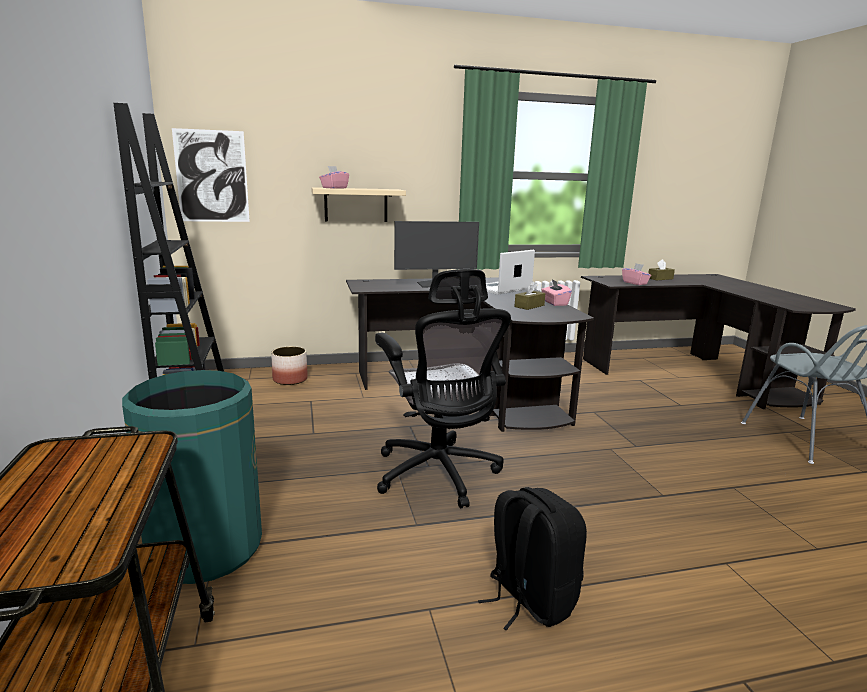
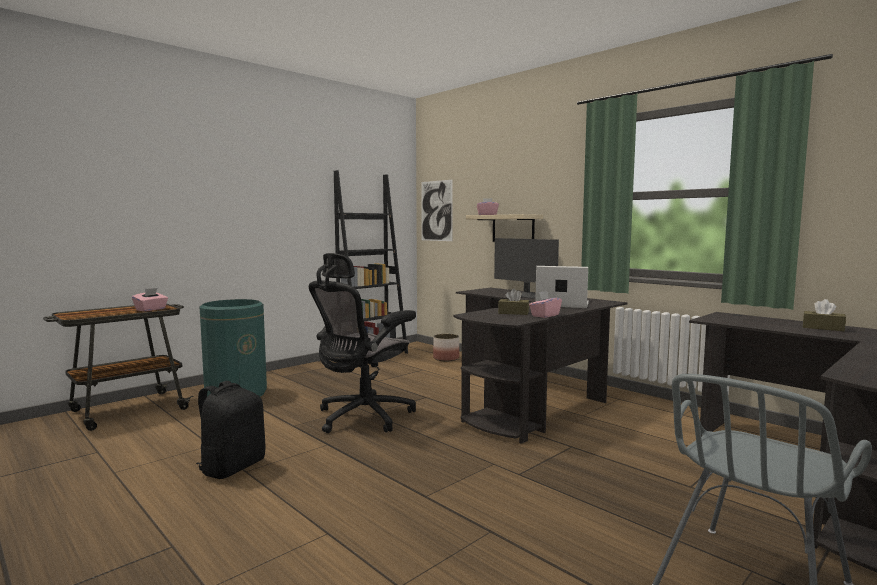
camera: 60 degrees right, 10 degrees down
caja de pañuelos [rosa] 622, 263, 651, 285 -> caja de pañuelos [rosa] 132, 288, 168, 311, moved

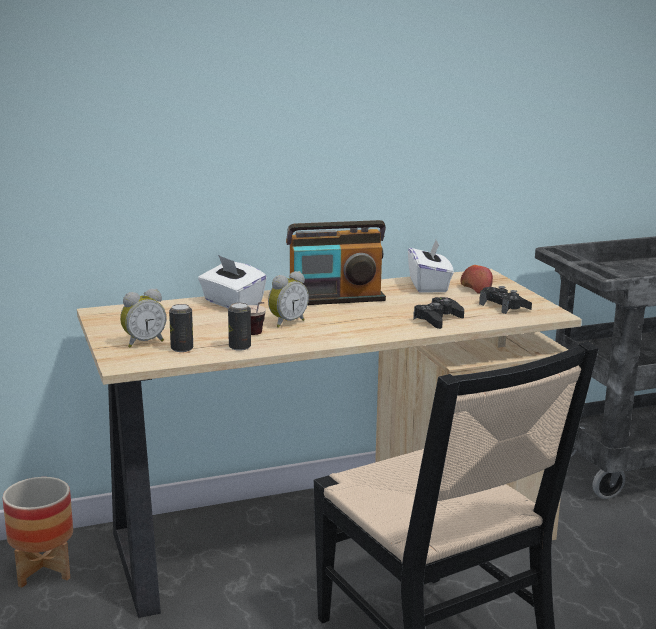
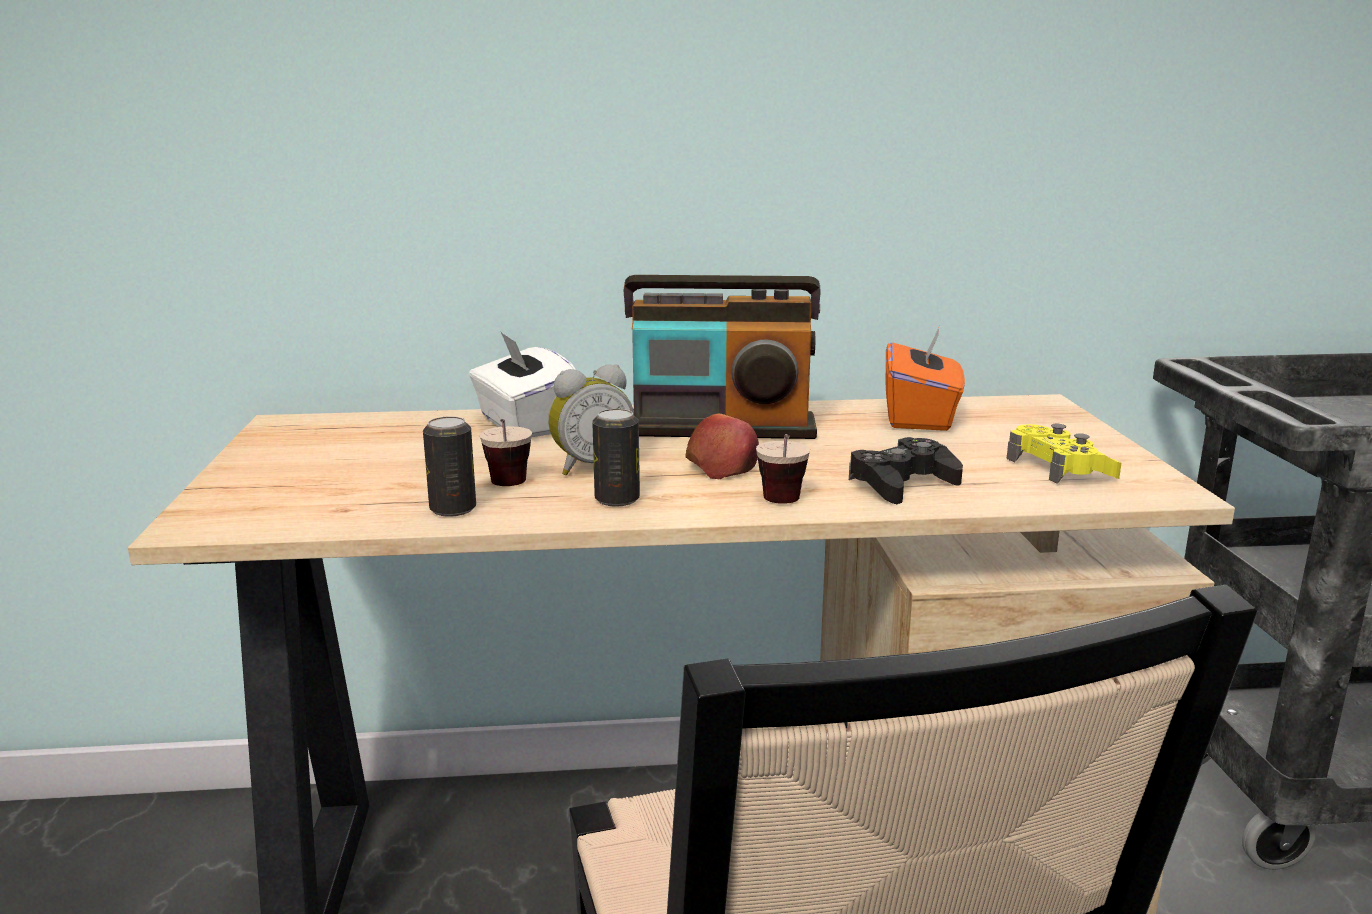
camera: 15 degrees right, 0 degrees up
maceta 3, 477, 73, 588 -> none
despertador 120, 289, 167, 348 -> none
lata 169, 304, 193, 352 -> lata 592, 409, 640, 506, moved
caja de pañuelos [blanco] 408, 240, 454, 293 -> caja de pañuelos [naranja] 886, 326, 965, 431
manzana 460, 265, 493, 293 -> manzana 686, 414, 759, 480, moved
mando de consola [negro] 479, 286, 532, 314 -> mando de consola [amarillo] 1007, 424, 1121, 484
none -> taza 756, 434, 810, 504

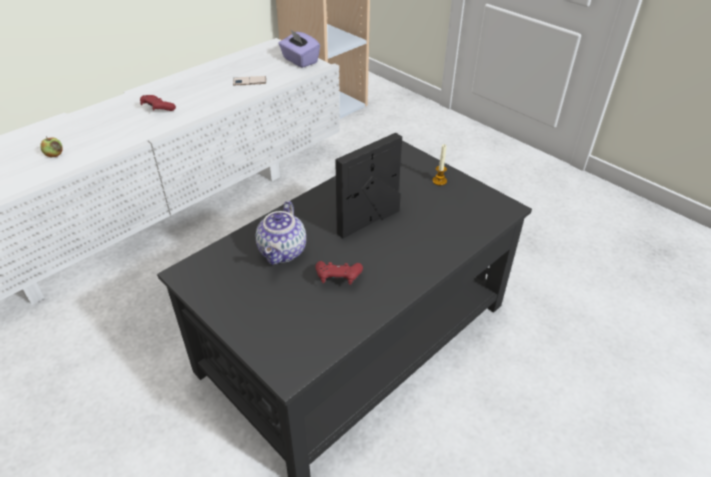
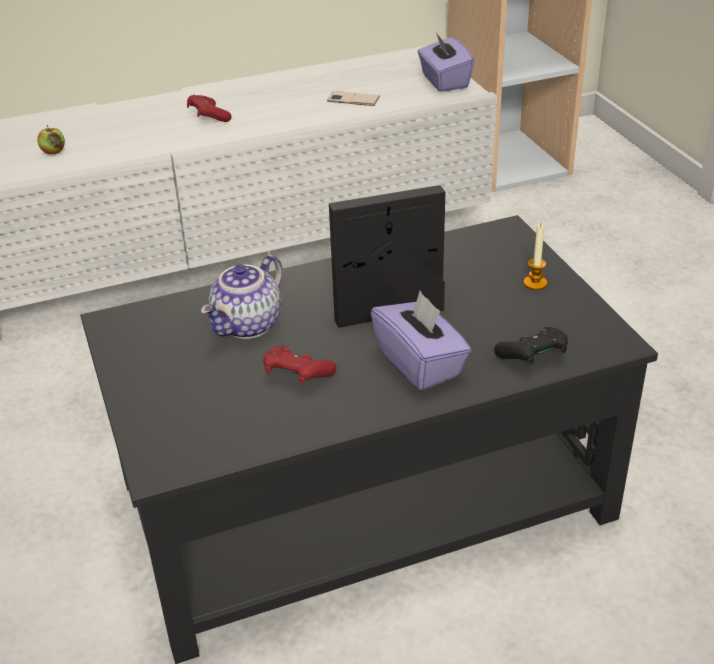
camera: 25 degrees right, 5 degrees down
none -> caja de pañuelos [morado] 371, 291, 471, 391
none -> mando de consola [negro] 494, 327, 568, 365

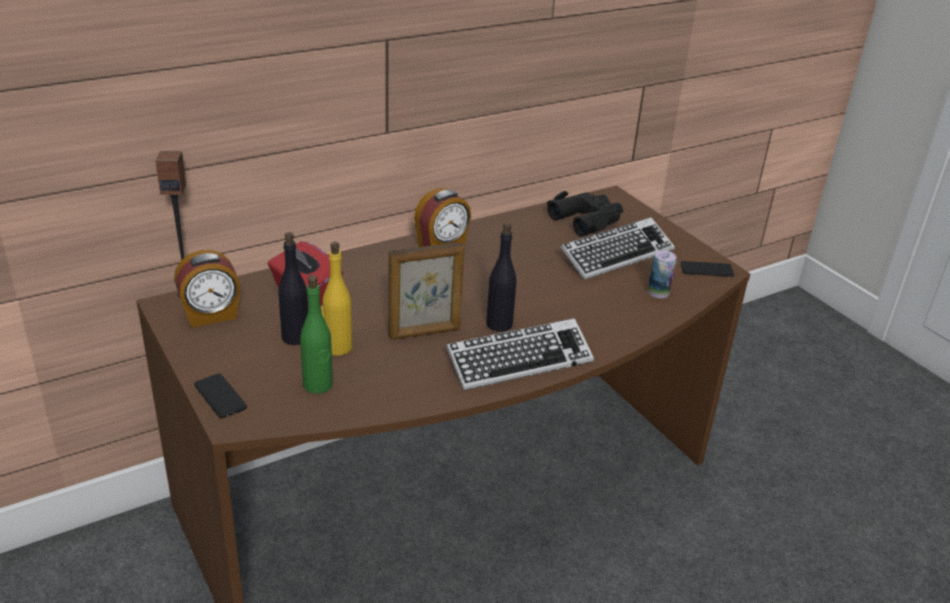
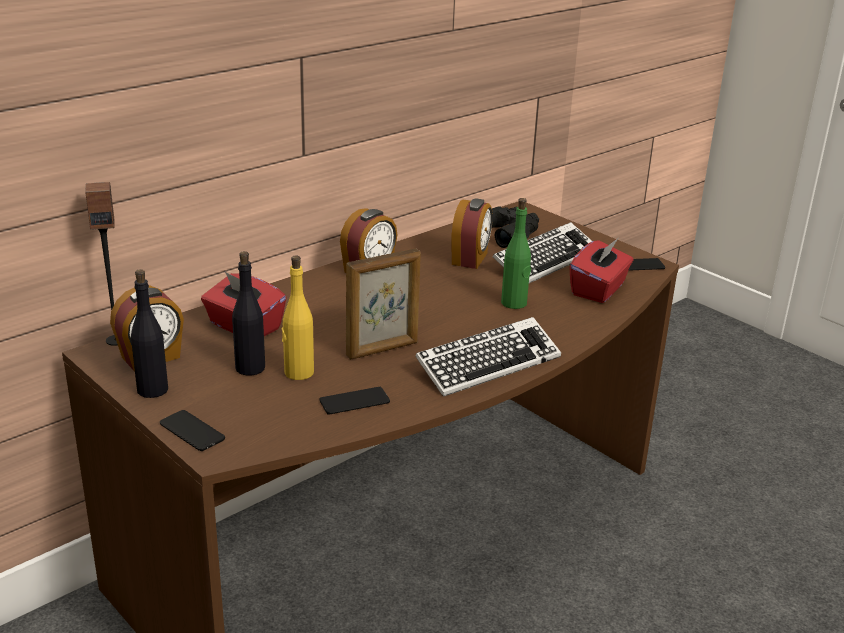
camera: 10 degrees left, 5 degrees down
botella [verde] 300, 275, 333, 393 -> botella [verde] 501, 198, 531, 309, moved
botella [negro] 486, 222, 516, 332 -> botella [negro] 131, 269, 168, 398, moved
lata 648, 250, 676, 298 -> caja de pañuelos [rojo] 569, 238, 634, 303
none -> móvil 320, 387, 390, 415
none -> despertador 452, 199, 493, 269

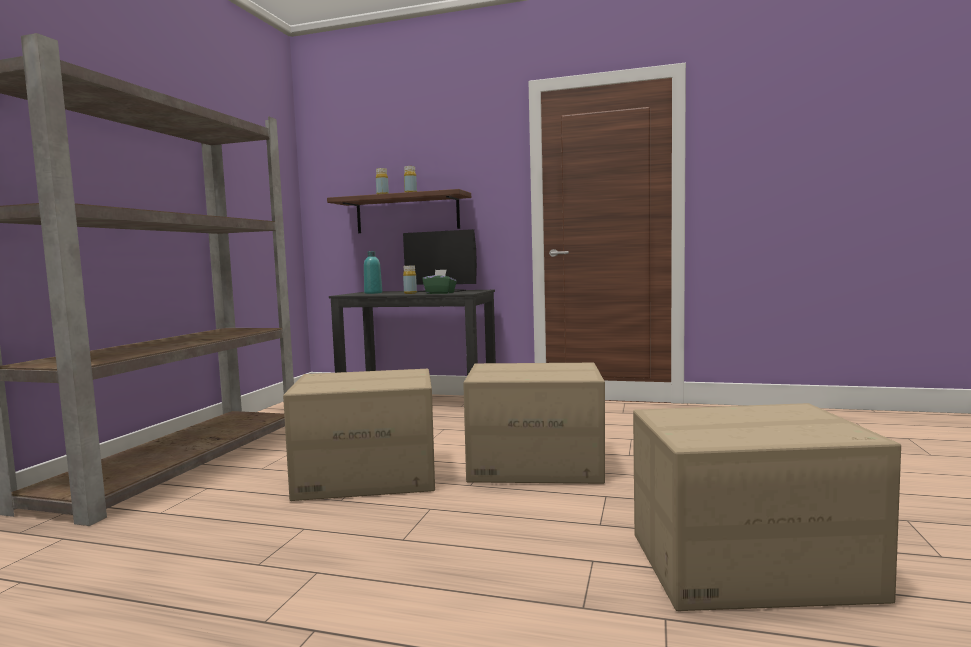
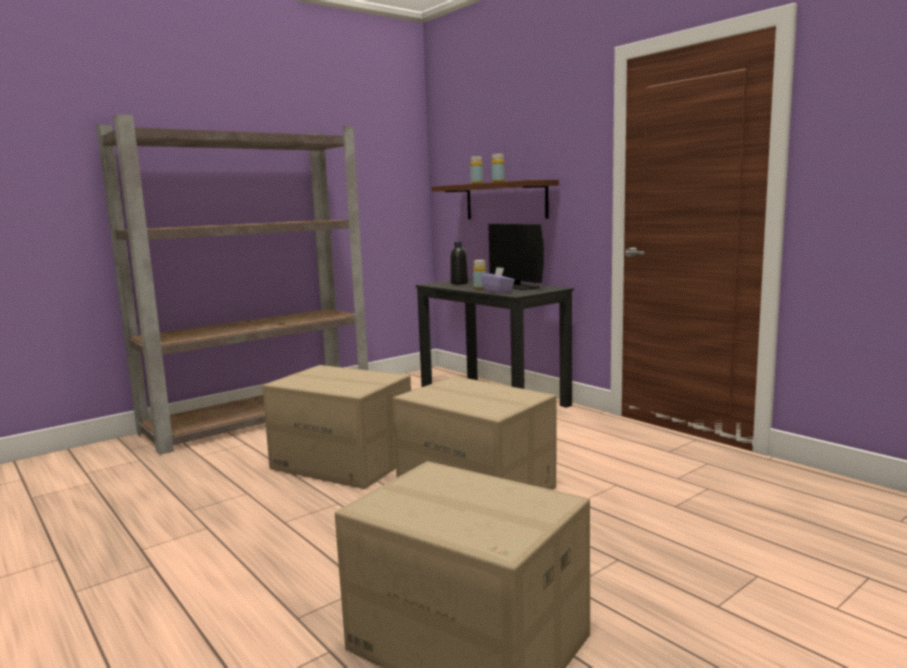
camera: 35 degrees right, 5 degrees up
botella [turquesa] 364, 251, 382, 294 -> botella [negro] 450, 242, 468, 285
caja de pañuelos [verde] 422, 269, 457, 294 -> caja de pañuelos [morado] 481, 267, 515, 293

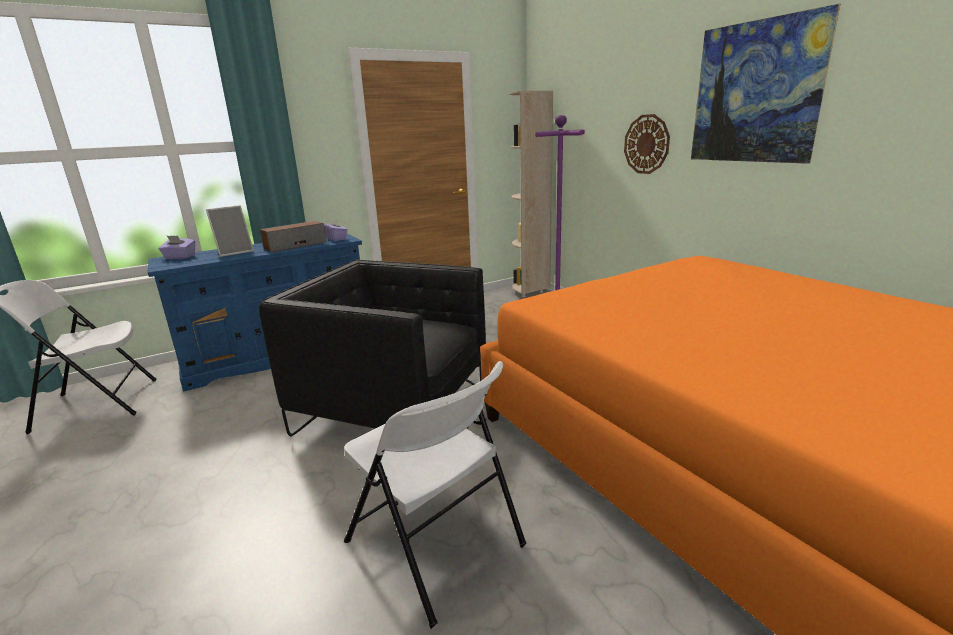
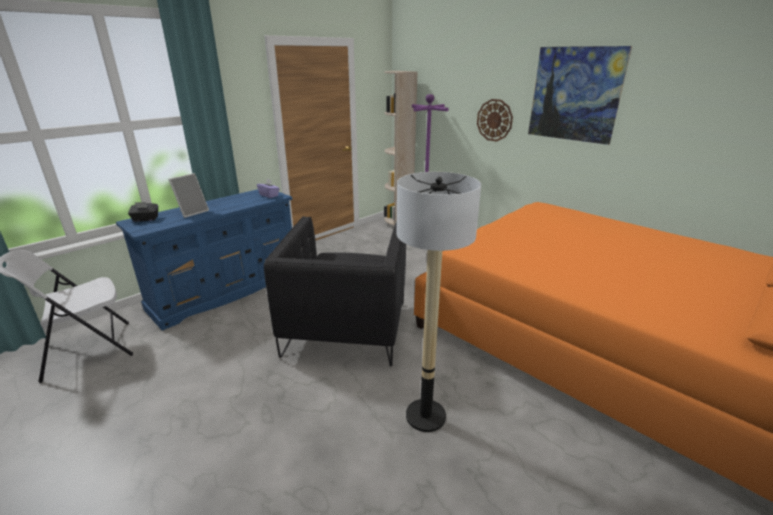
camera: 15 degrees left, 5 degrees up
caja de pañuelos [morado] 158, 236, 195, 259 -> caja de pañuelos [negro] 128, 202, 158, 222
sillón [negro] 259, 260, 486, 437 -> sillón [negro] 264, 216, 406, 367, 90 degrees counterclockwise
altavoz 260, 221, 327, 252 -> none
silla [blanco] 344, 361, 527, 629 -> lámpara de pie 397, 172, 481, 432

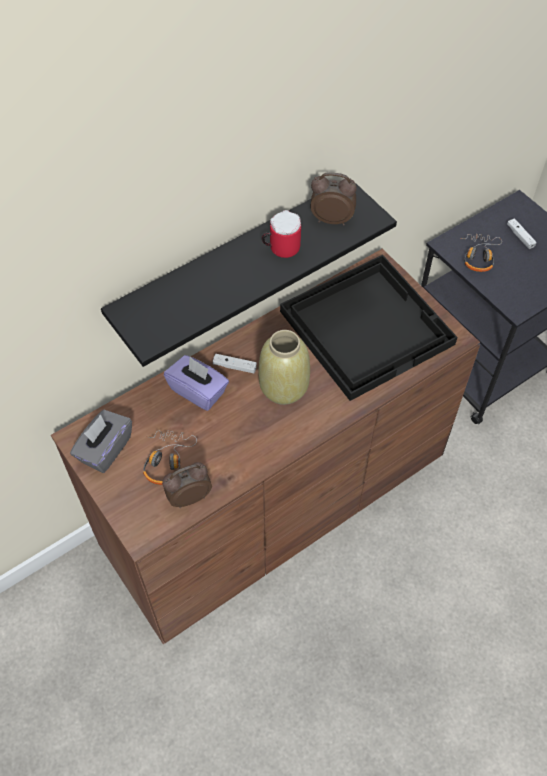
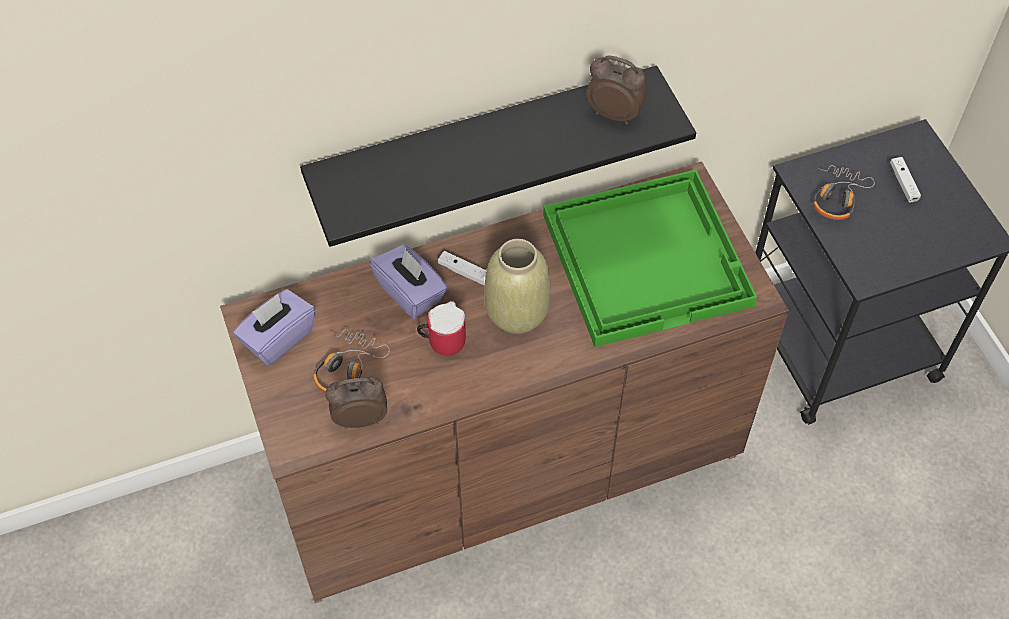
camera: 15 degrees right, 0 degrees up
caja de pañuelos [gris] 70, 410, 132, 473 -> caja de pañuelos [morado] 233, 289, 315, 366
taza grande 262, 210, 301, 258 -> taza grande 417, 301, 466, 356, moved
bandeja [negro] 280, 255, 458, 401 -> bandeja [verde] 543, 170, 757, 347

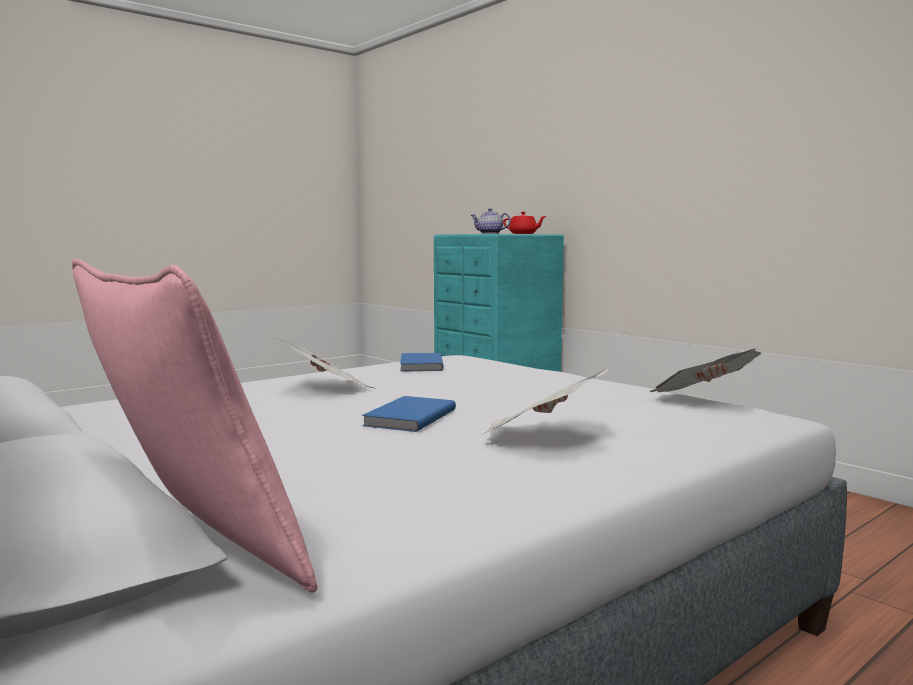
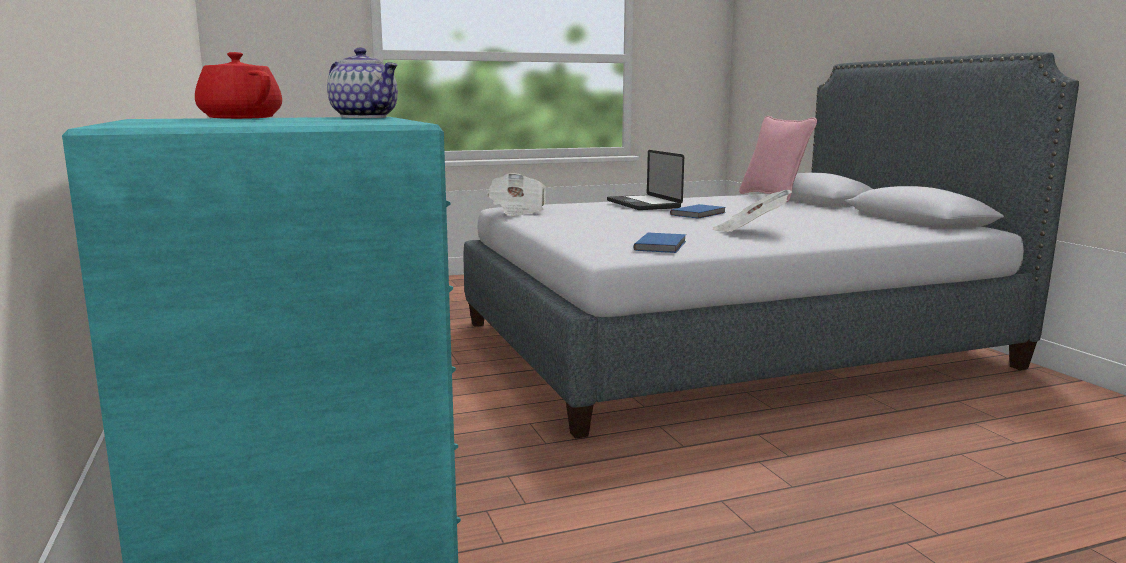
camera: 160 degrees left, 5 degrees up
periódico 484, 368, 609, 434 -> portátil 607, 150, 684, 210

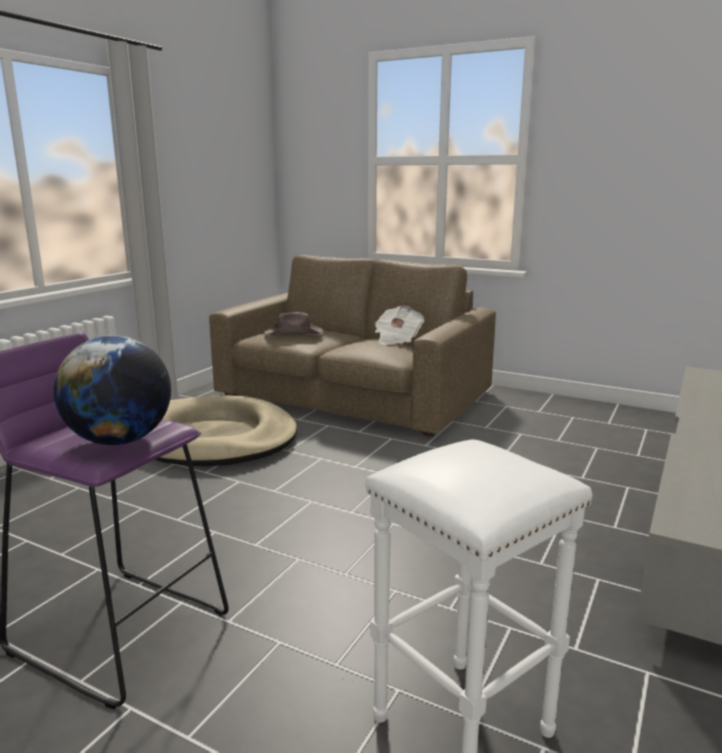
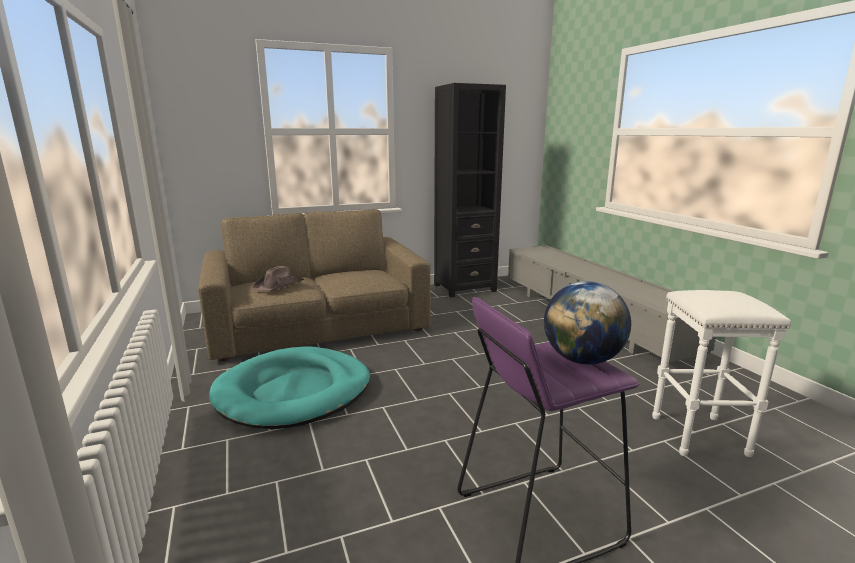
camera: 50 degrees left, 0 degrees up
cama para perro [beis] 155, 395, 297, 466 -> cama para perro [turquesa] 209, 346, 370, 429
periódico 375, 306, 424, 345 -> none
none -> estantería [negro] 434, 83, 506, 297

